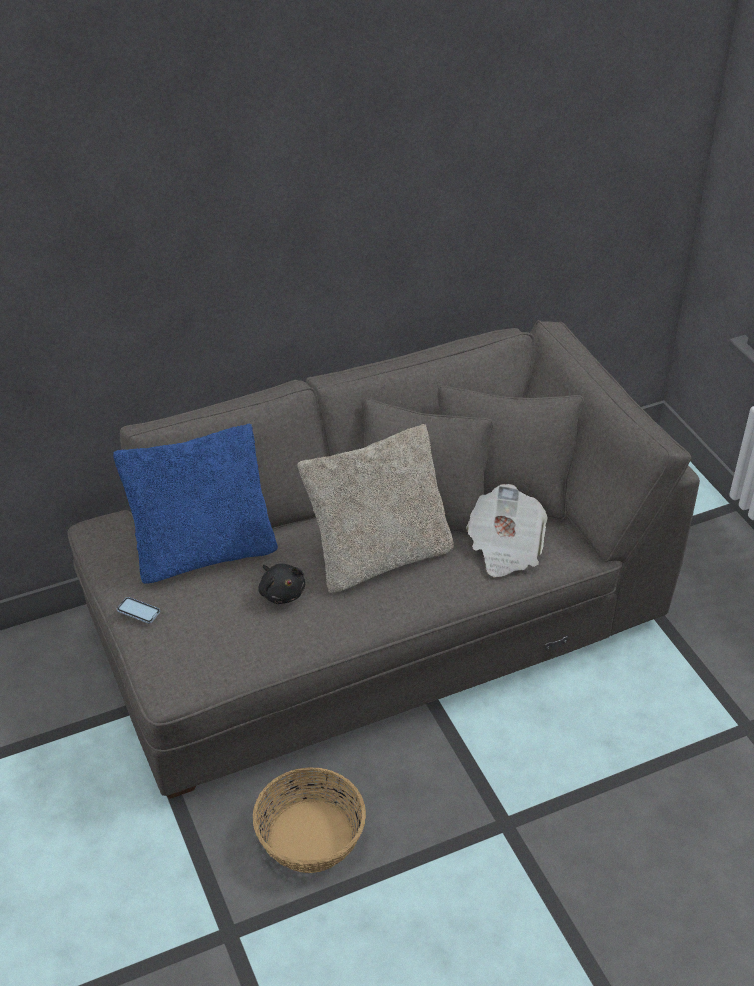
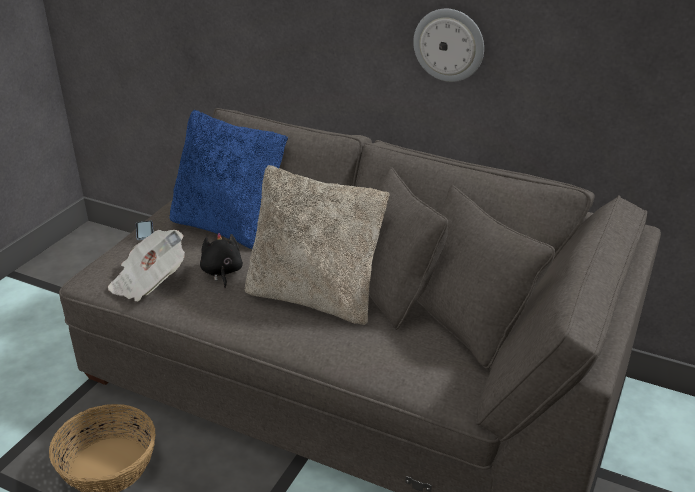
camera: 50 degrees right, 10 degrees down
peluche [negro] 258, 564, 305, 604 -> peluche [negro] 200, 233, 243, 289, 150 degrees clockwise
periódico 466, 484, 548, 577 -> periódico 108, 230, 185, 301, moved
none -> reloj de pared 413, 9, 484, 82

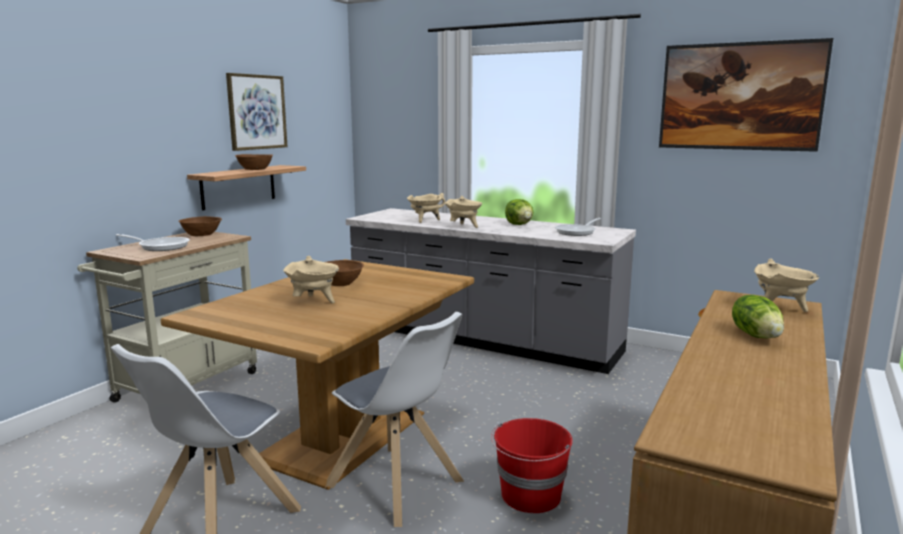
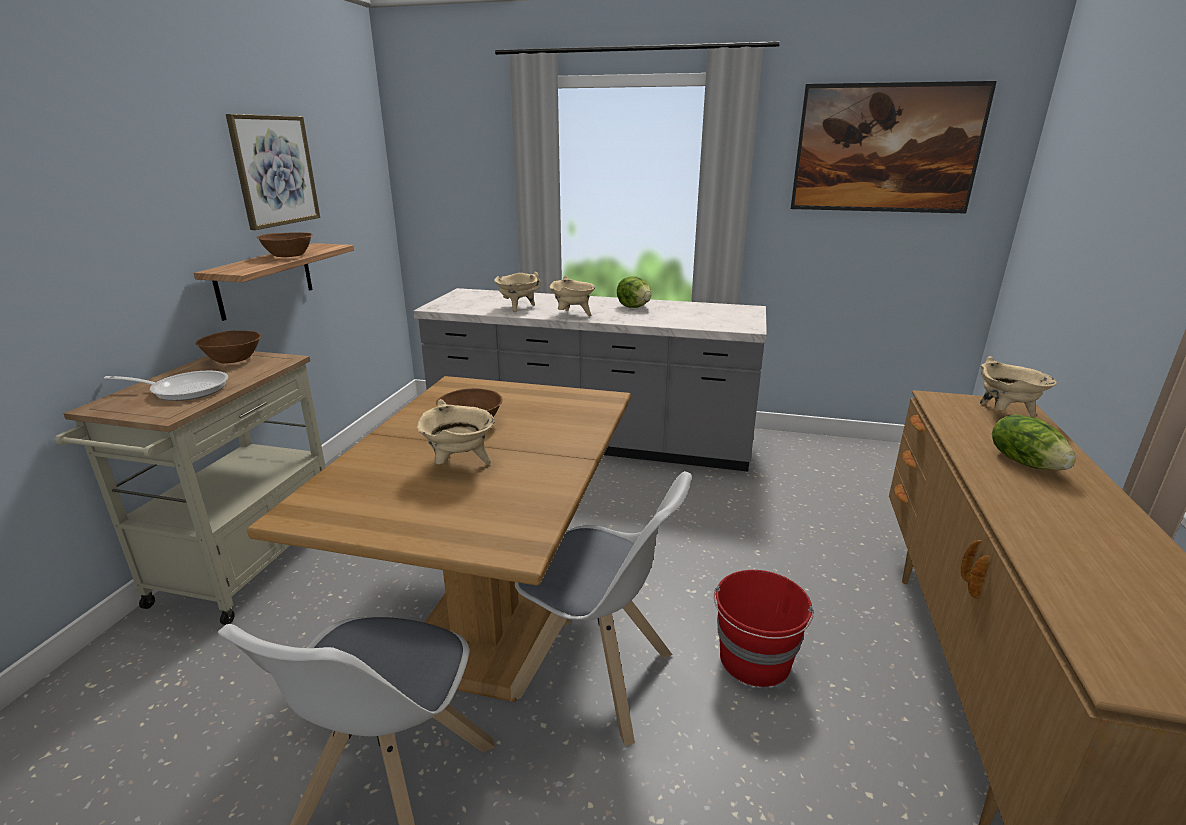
camera: 15 degrees left, 10 degrees up
sartén 555, 218, 601, 236 -> none

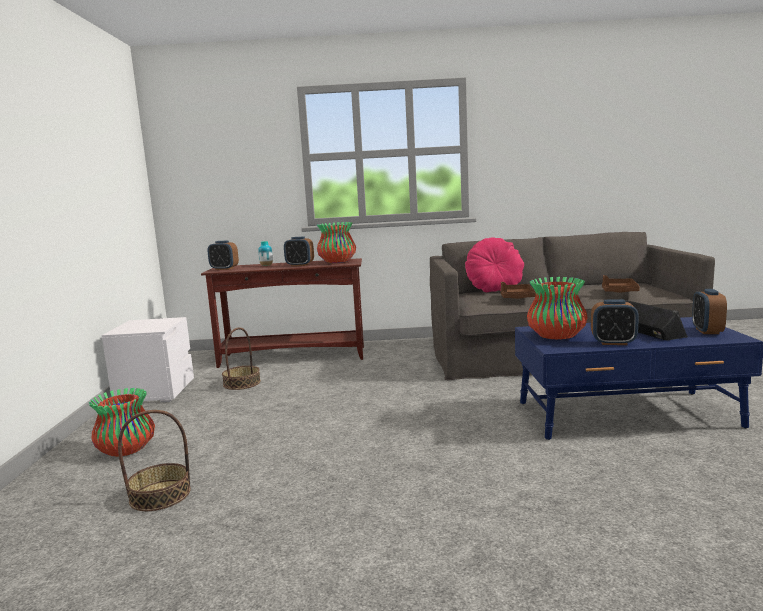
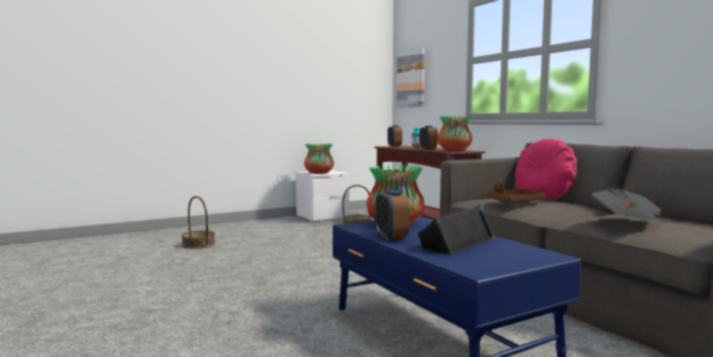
camera: 60 degrees right, 5 degrees down
florero 89, 388, 155, 457 -> florero 304, 143, 334, 174, moved
bandeja [marrón] 602, 275, 640, 293 -> periódico 592, 189, 662, 220
despertador 692, 289, 727, 334 -> none
none -> cuadro 397, 48, 425, 108

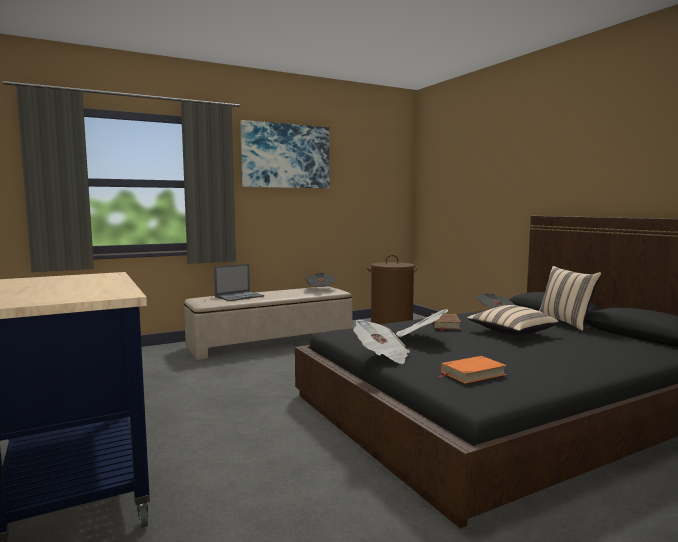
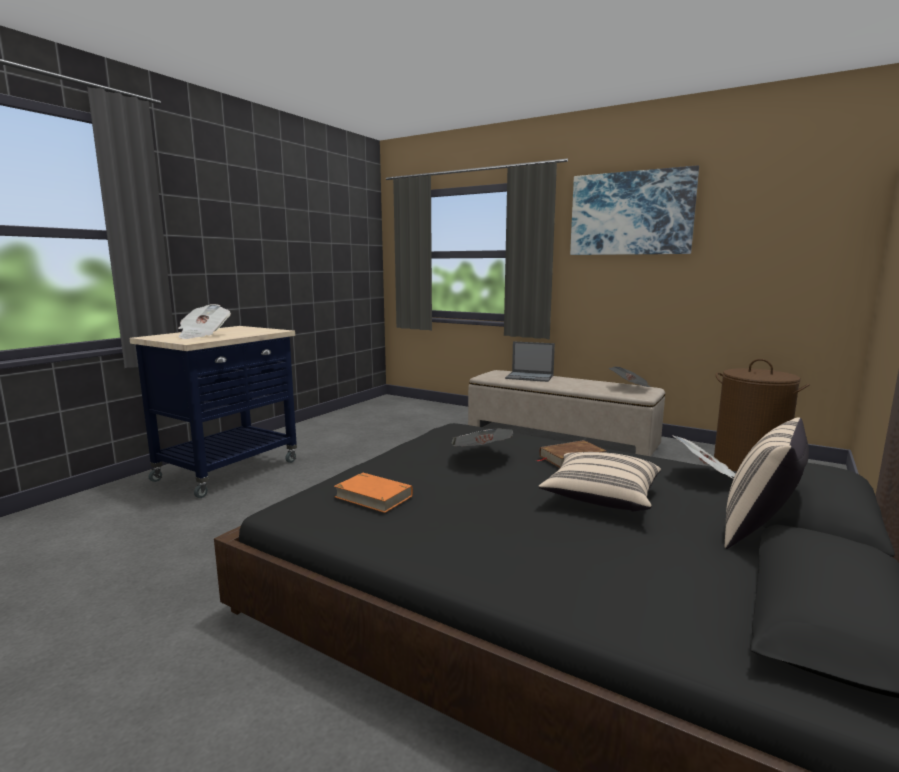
camera: 60 degrees right, 5 degrees up
periódico 353, 320, 410, 364 -> periódico 178, 304, 231, 339, moved

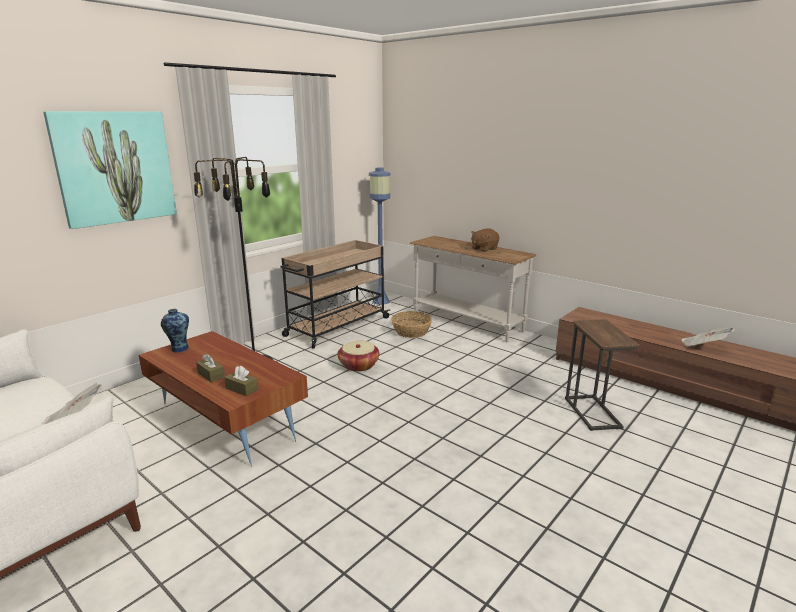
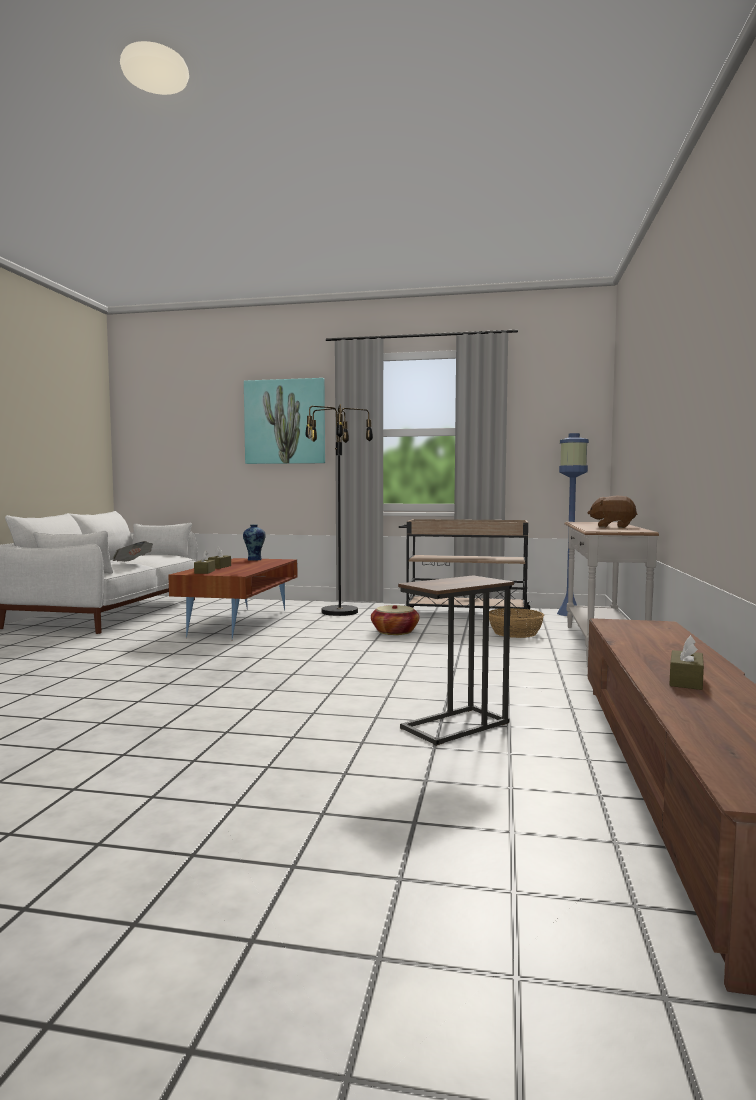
camera: 60 degrees right, 15 degrees down
periódico 682, 326, 735, 346 -> caja de pañuelos [marrón] 669, 635, 704, 690

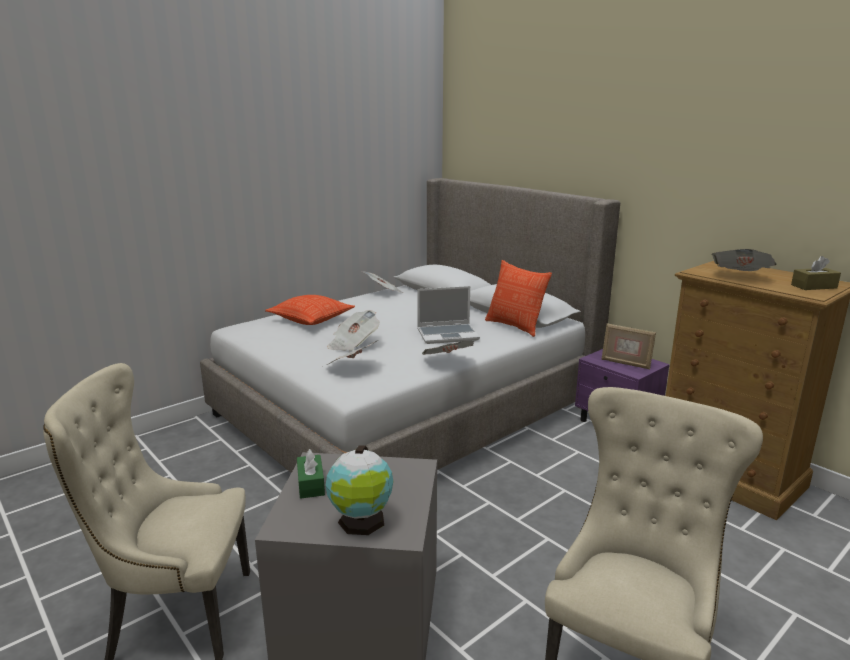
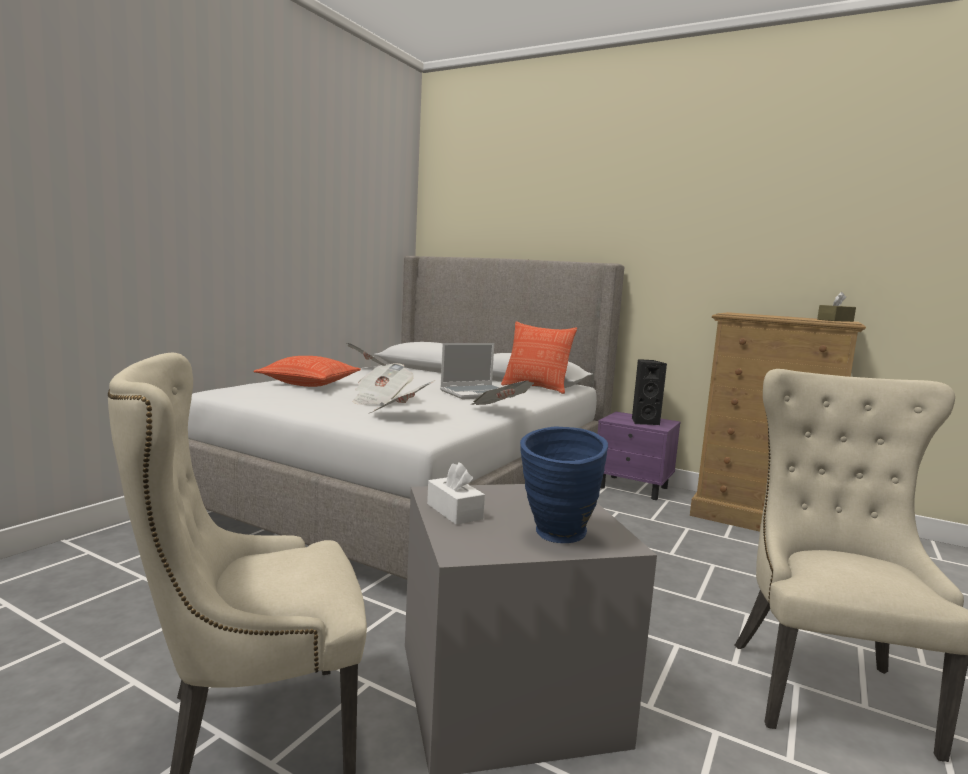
camera: 20 degrees left, 10 degrees down
caja de pañuelos [verde] 297, 449, 325, 499 -> caja de pañuelos [blanco] 427, 462, 485, 525
globo terráqueo 325, 445, 393, 535 -> florero [azul] 520, 426, 608, 543
portarretratos 601, 323, 656, 370 -> altavoz [negro] 632, 359, 667, 425
periódico 712, 249, 776, 271 -> none

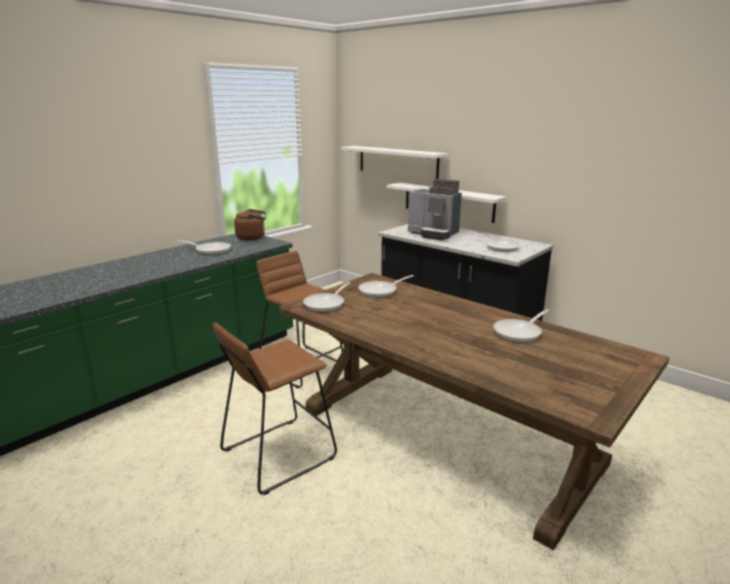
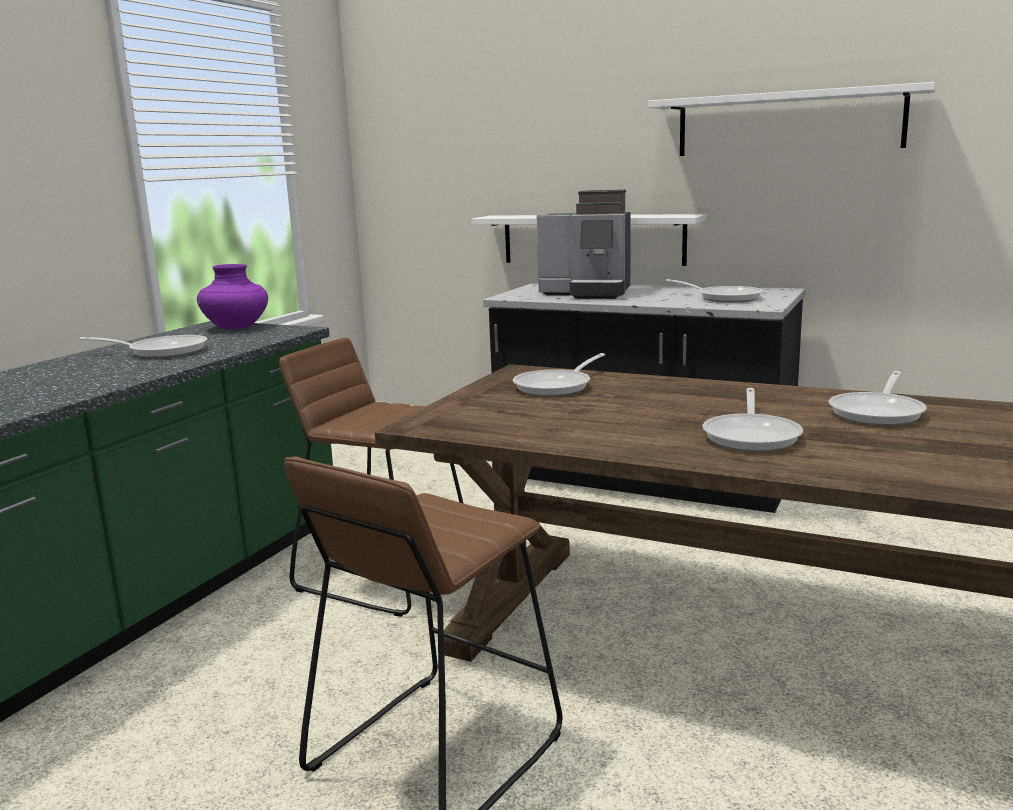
camera: 15 degrees left, 5 degrees down
hervidor [marrón] 234, 209, 266, 240 -> florero [morado] 197, 264, 268, 329
sartén 303, 282, 350, 312 -> sartén 702, 388, 803, 452, moved
estante [blanco] 341, 146, 448, 179 -> estante [blanco] 649, 82, 936, 156, moved

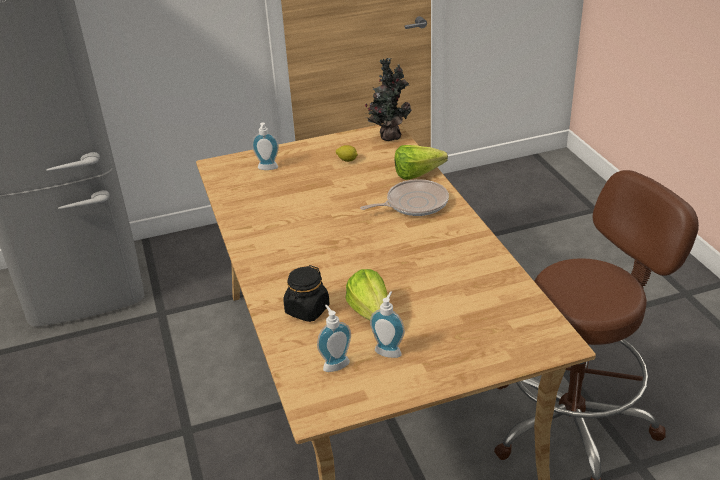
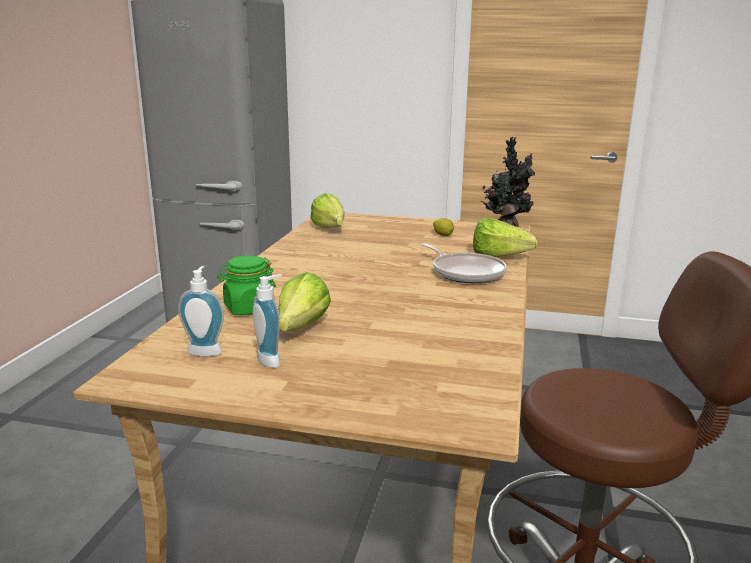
camera: 30 degrees right, 15 degrees down
dispensador de jabón 252, 123, 279, 170 -> none
tarro [negro] 283, 265, 330, 322 -> tarro [verde] 217, 255, 276, 315
sartén 360, 179, 449, 216 -> sartén 421, 243, 507, 283, 45 degrees clockwise
none -> lechuga 310, 193, 345, 228

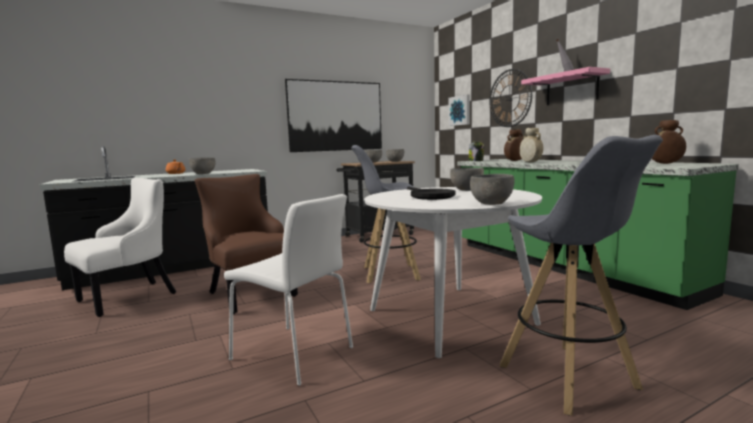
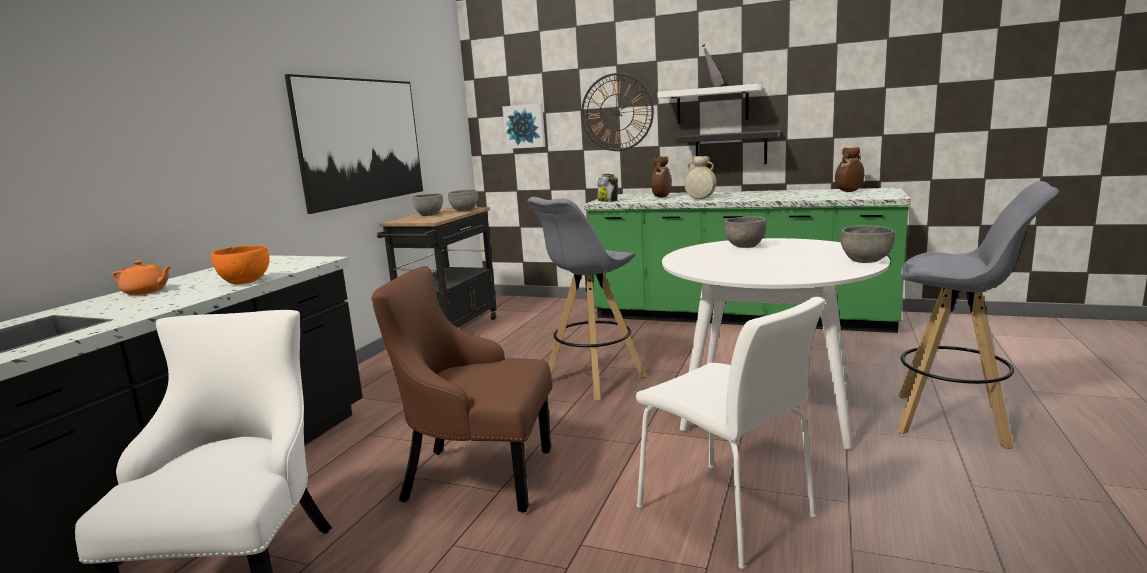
camera: 40 degrees left, 5 degrees up
cuenco [gris] 189, 157, 216, 174 -> cuenco [naranja] 211, 245, 269, 285
silla [blanco] 224, 194, 353, 386 -> silla [blanco] 636, 297, 825, 569, 60 degrees clockwise
sartén [negro] 407, 186, 455, 200 -> none
estante [rosa] 521, 67, 610, 105 -> estante [blanco] 657, 84, 761, 124
none -> estante [negro] 677, 130, 780, 164

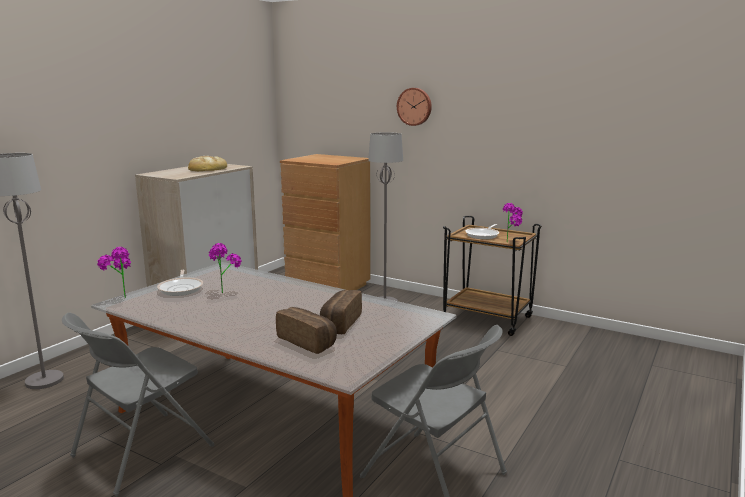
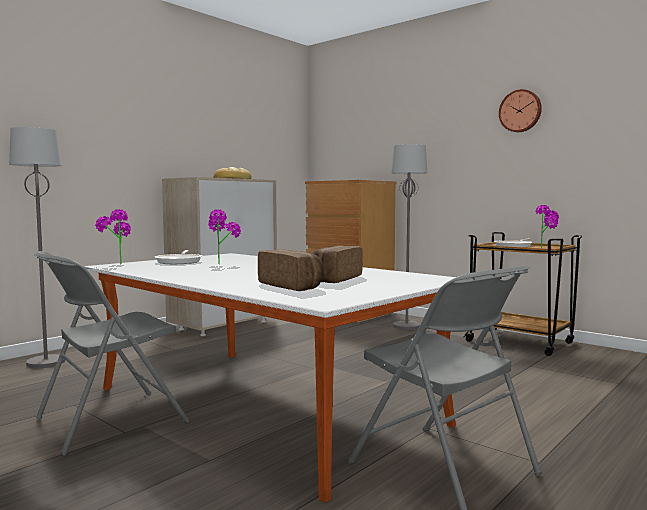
camera: 10 degrees right, 10 degrees down
reloj de pared 397, 88, 432, 126 -> reloj de pared 499, 89, 542, 132, moved

